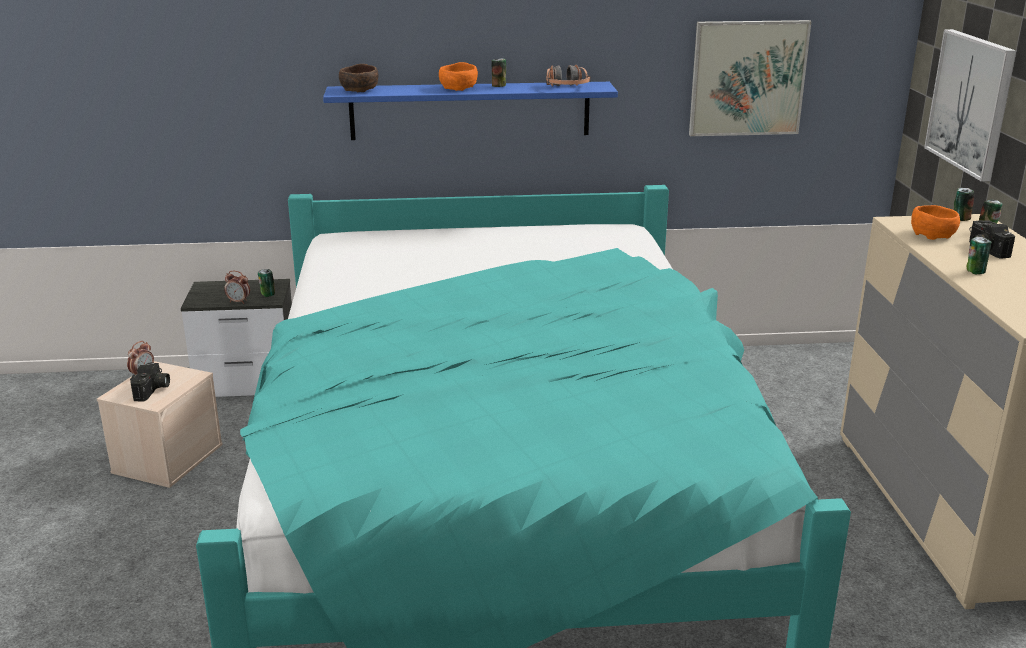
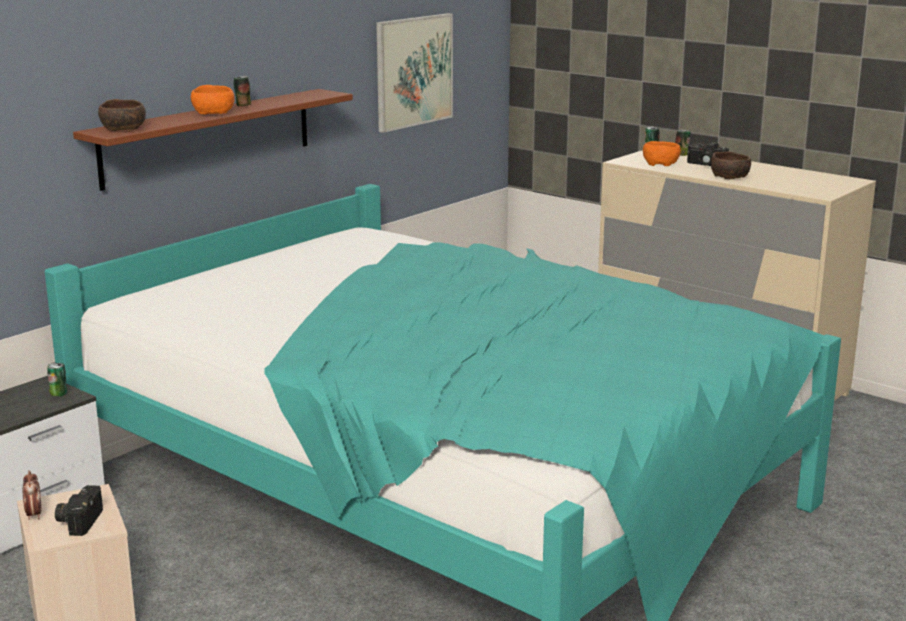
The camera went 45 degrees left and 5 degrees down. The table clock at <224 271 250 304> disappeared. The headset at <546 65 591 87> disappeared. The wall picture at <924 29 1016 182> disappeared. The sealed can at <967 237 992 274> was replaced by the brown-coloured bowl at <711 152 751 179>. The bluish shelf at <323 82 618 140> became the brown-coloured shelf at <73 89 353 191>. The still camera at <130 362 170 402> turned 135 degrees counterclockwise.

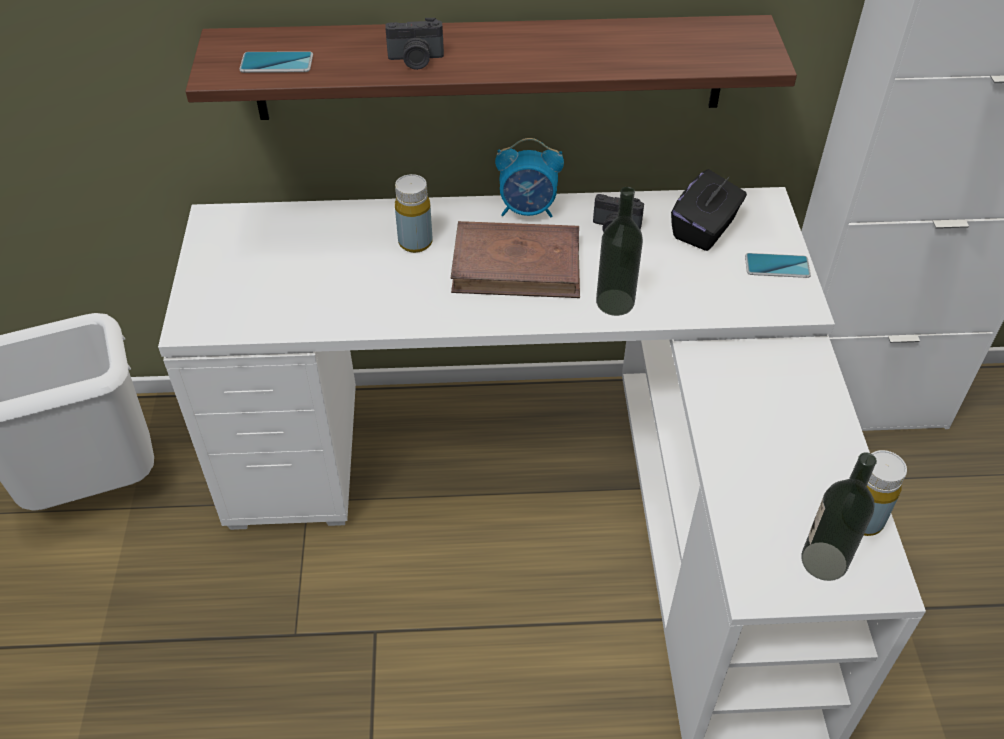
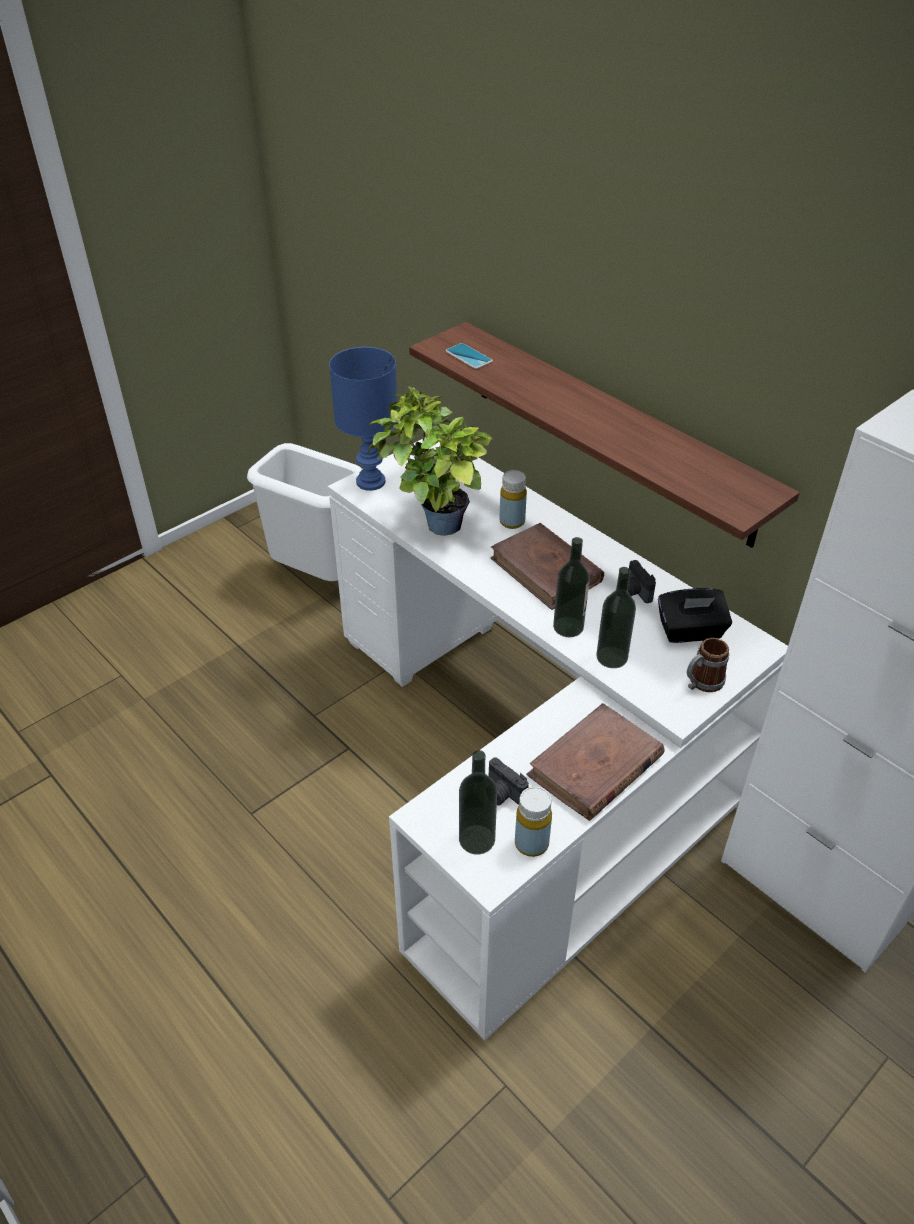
The camera went 50 degrees right and 5 degrees down. The table clock at <495 138 564 217> disappeared. The bluish table lamp at <329 347 397 491> appeared. The potted plant at <368 386 494 536> appeared. The brown-coloured bound book at <526 703 665 821> appeared. The bottle at <596 567 636 668> appeared. The still camera moved from <385 18 444 70> to <489 757 529 806>. The phone at <745 253 811 278> was replaced by the mug at <687 638 729 692>.

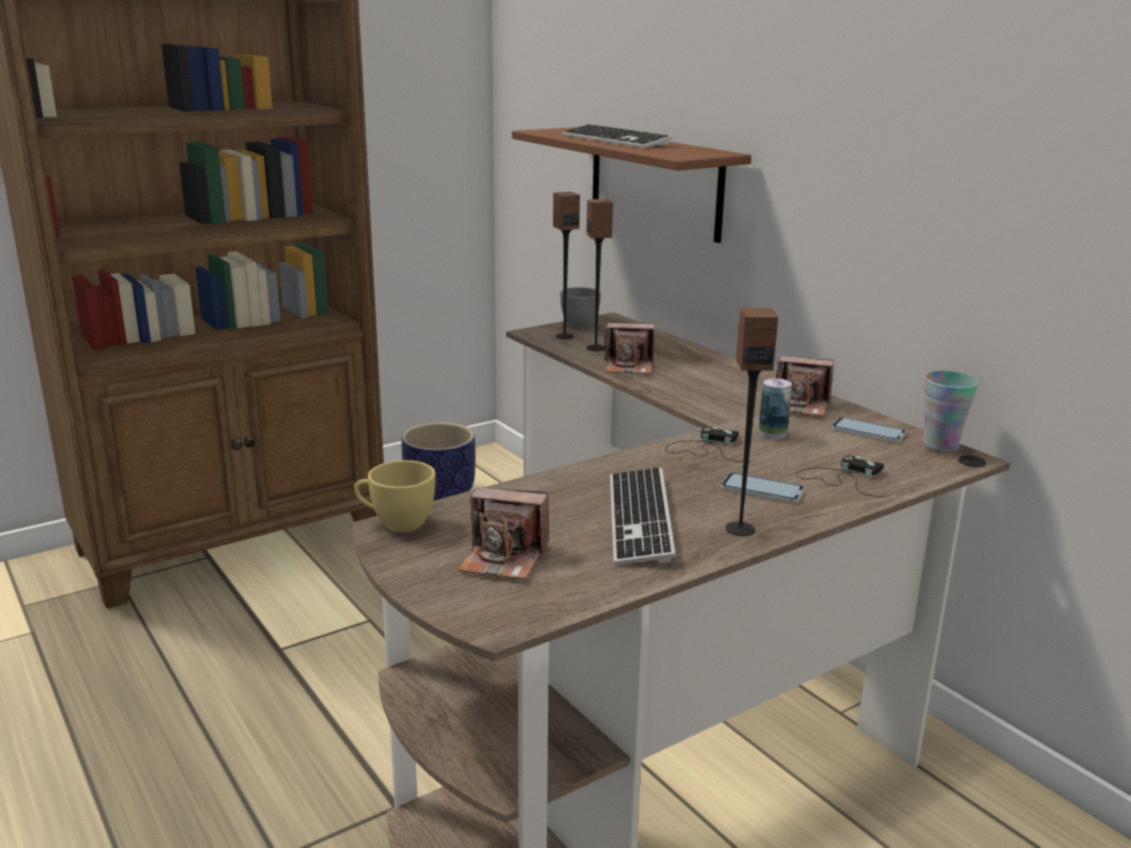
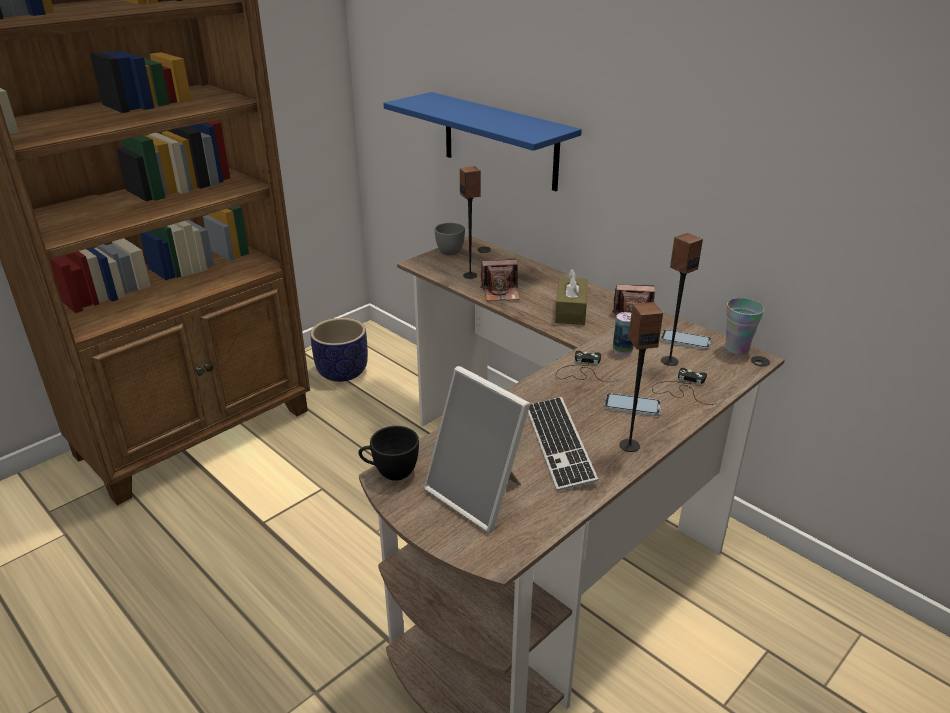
The camera went 10 degrees left and 10 degrees up. The PC keyboard at <562 124 672 148> disappeared. The brown-coloured tissue holder at <555 268 588 325> appeared. The loudspeaker moved from <553 192 580 339> to <661 233 703 366>. The still camera at <458 487 549 580> was replaced by the picture frame at <424 366 530 533>. The yellowish drinking cup at <354 460 435 532> became the black drinking cup at <358 426 419 481>. The brown-coloured shelf at <512 127 751 243> became the bluish shelf at <383 92 582 191>.

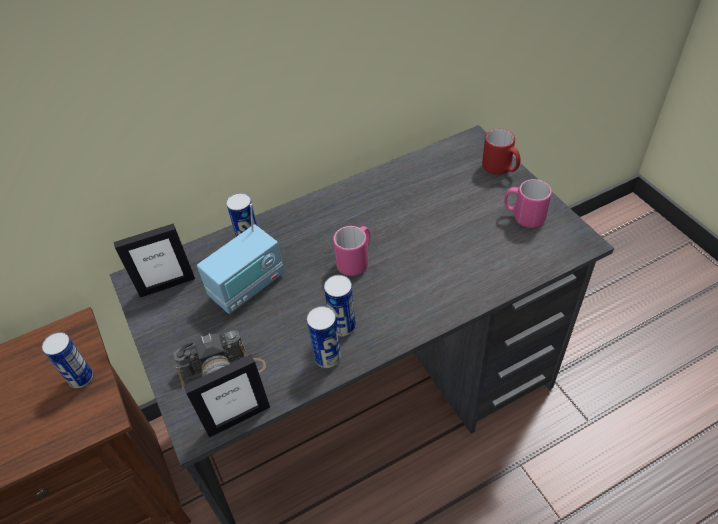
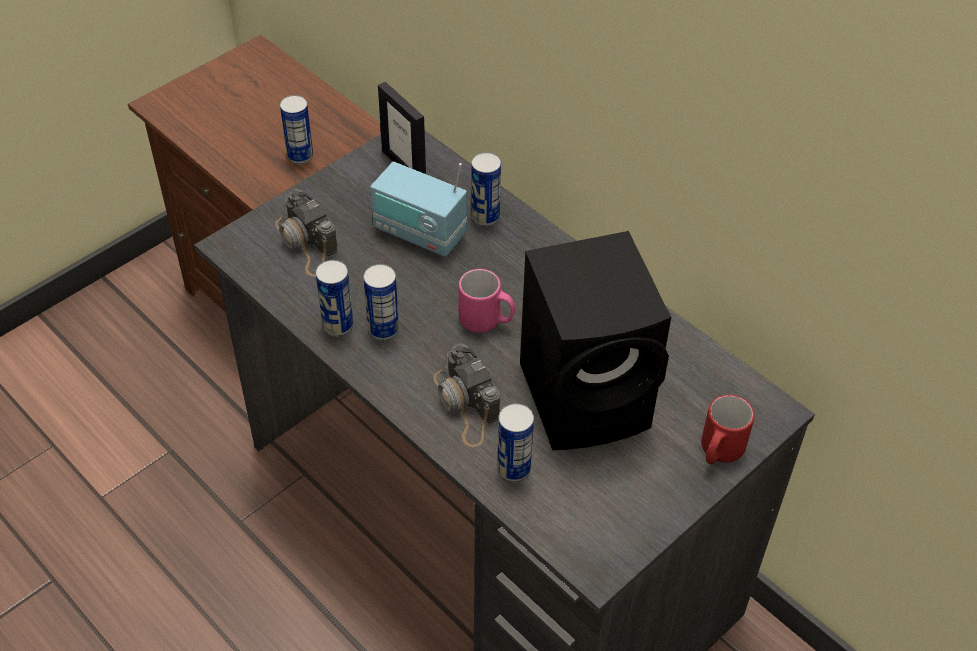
The camera went 70 degrees right and 0 degrees up. The picture frame at <183 354 270 437> disappeared. The pink mug at <504 179 552 228> disappeared. The still camera at <433 343 500 447> appeared. The sealed can at <497 403 534 482> appeared. The black loudspeaker at <520 231 671 450> appeared.

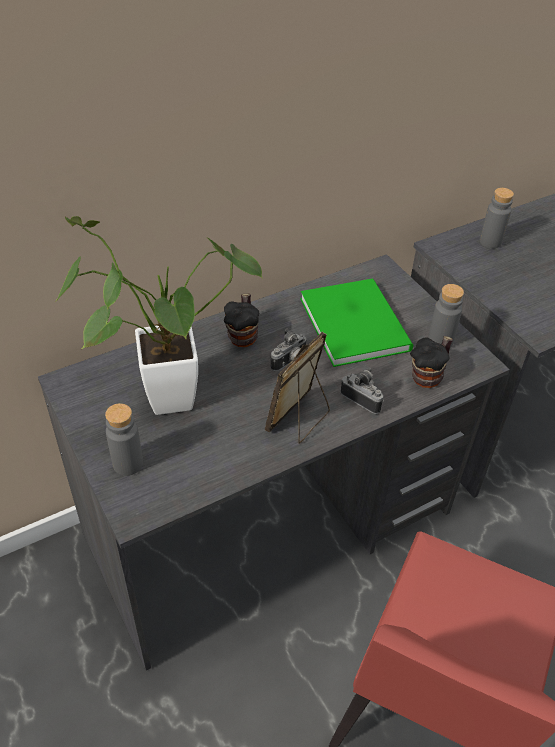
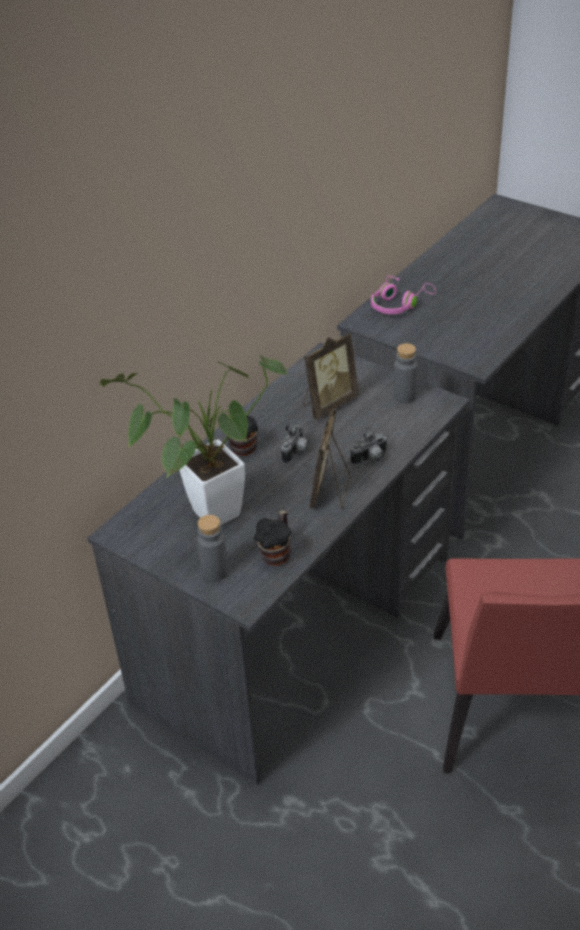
The camera went 20 degrees left and 5 degrees down. The mug moved from <410 336 453 388> to <254 510 291 566>. The green-coloured bound book at <300 278 413 367> was replaced by the picture frame at <303 332 359 420>. The greyish bottle at <480 188 514 248> was replaced by the pink headset at <371 276 436 314>. The still camera at <341 368 384 414> turned 135 degrees clockwise.

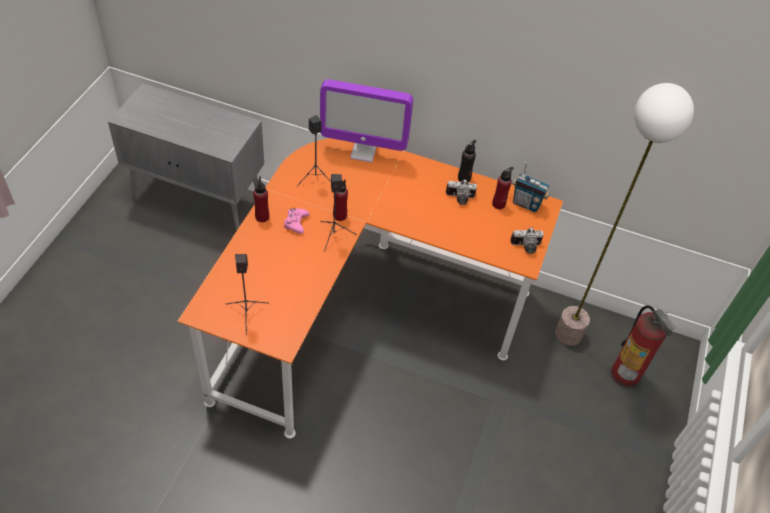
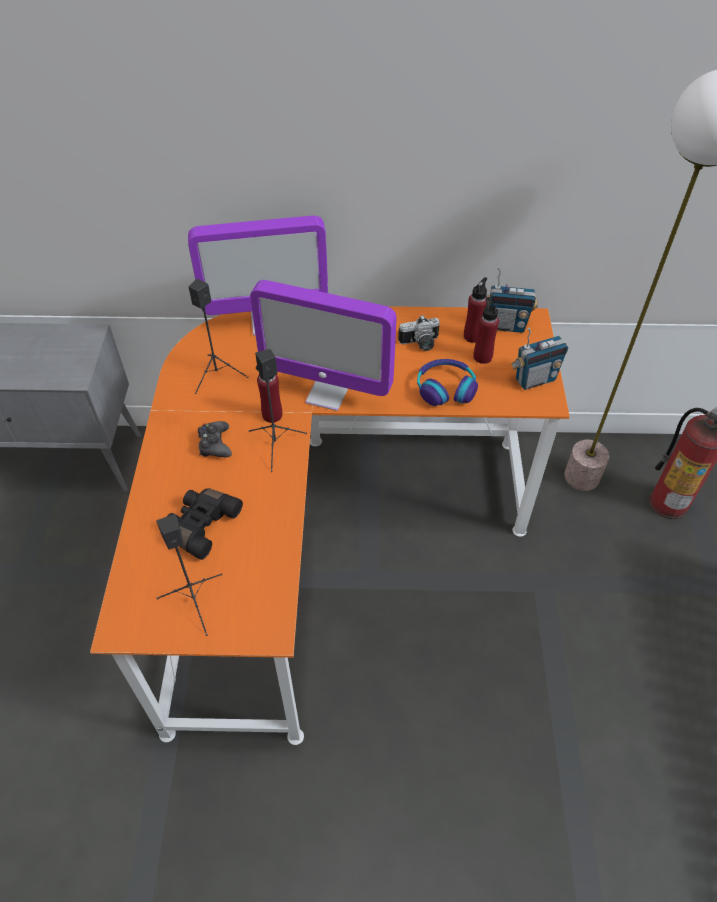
The camera went 15 degrees left and 0 degrees up. The black bottle at <458 140 476 182> disappeared. The black pair of binoculars at <166 488 243 560> appeared. The monitor at <250 280 396 411> appeared. The headset at <417 359 478 406> appeared. The red-coloured bottle moved from <253 177 269 222> to <473 297 499 364>. The still camera at <510 227 544 254> was replaced by the radio set at <511 328 568 390>. The pink game controller at <284 208 309 234> became the black game controller at <198 421 232 457>.

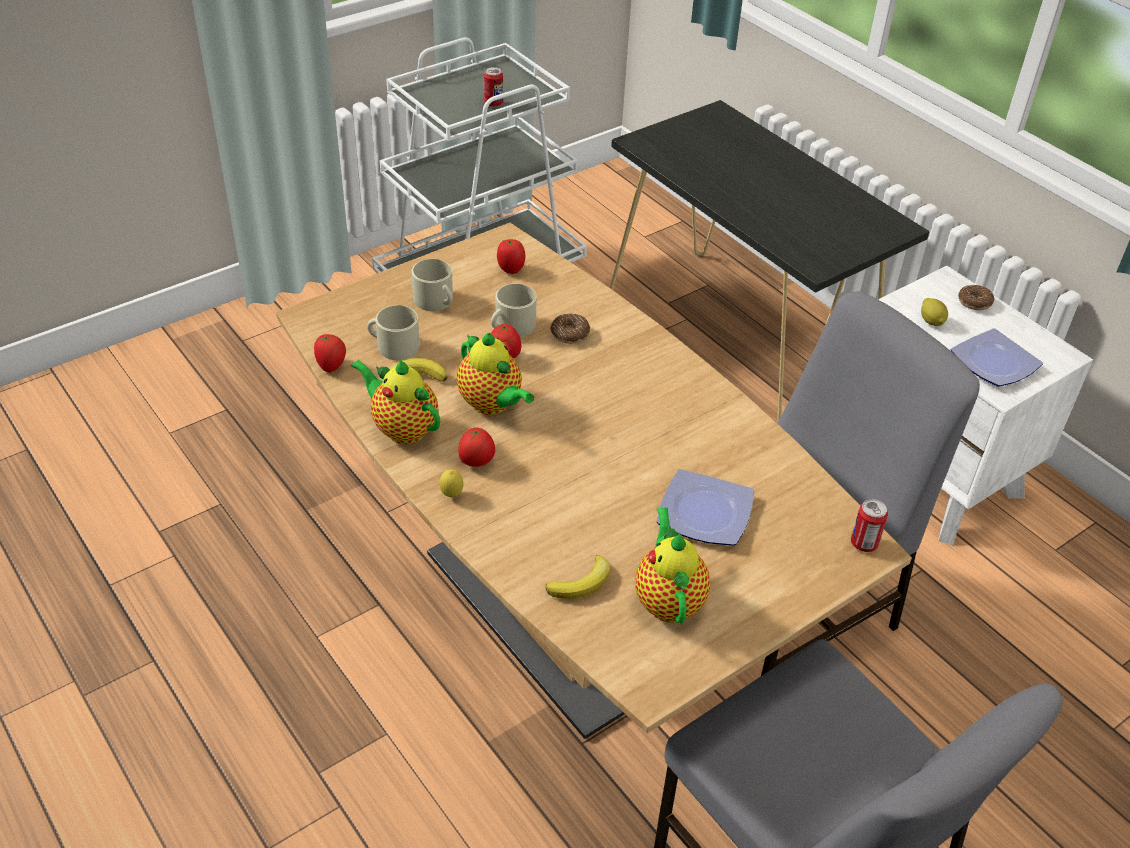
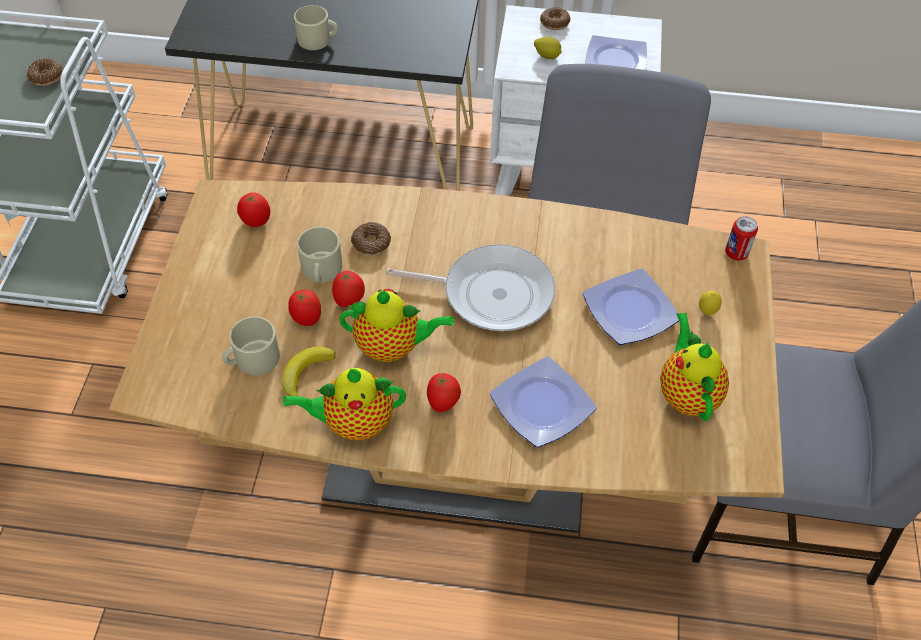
The camera went 45 degrees left and 10 degrees up. The banana at <546 555 611 599> disappeared. The frying pan at <386 244 555 331> appeared. The dinner plate at <490 356 597 448> appeared. The tomato moved from <314 334 346 372> to <288 290 321 326>. The beige mug moved from <411 259 453 311> to <294 5 338 50>. The whole lemon moved from <439 469 463 497> to <699 290 722 315>. The sealed can at <484 67 503 107> was replaced by the donut at <27 58 63 86>. The tea pot at <635 507 710 624> turned 45 degrees clockwise.

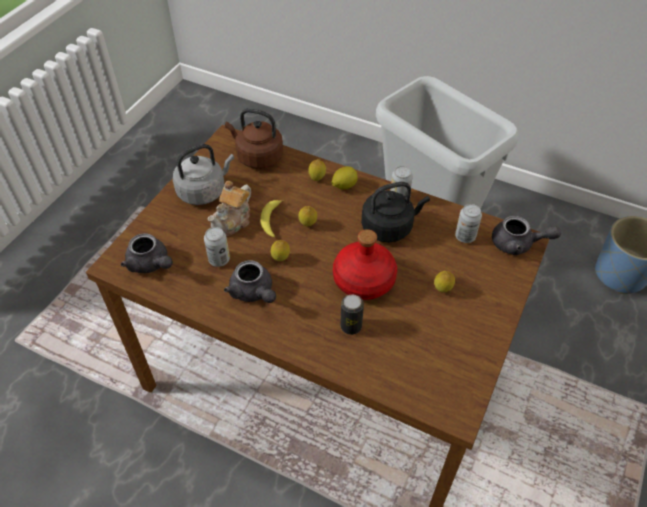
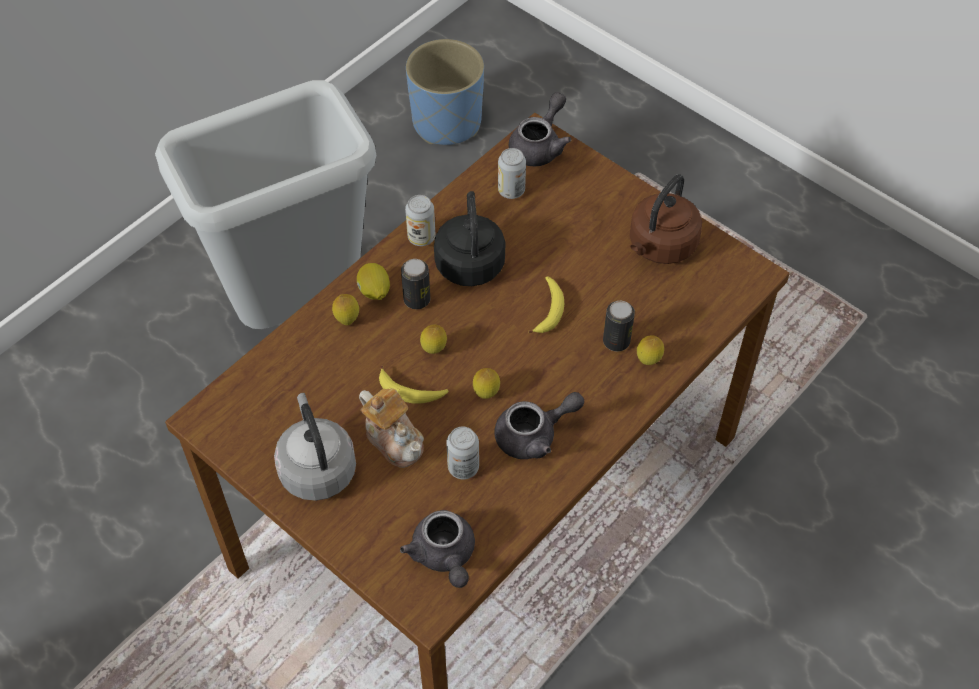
The camera went 75 degrees left and 5 degrees up. The sealed can at <401 259 430 309> appeared. The brown-coloured tea kettle moved from <225 108 283 169> to <630 174 702 264>. The whole lemon moved from <434 271 455 293> to <637 335 664 365>. The red-coloured bottle at <333 229 397 300> was replaced by the banana at <529 276 564 333>. The greyish tea pot at <121 233 173 273> turned 105 degrees clockwise.

